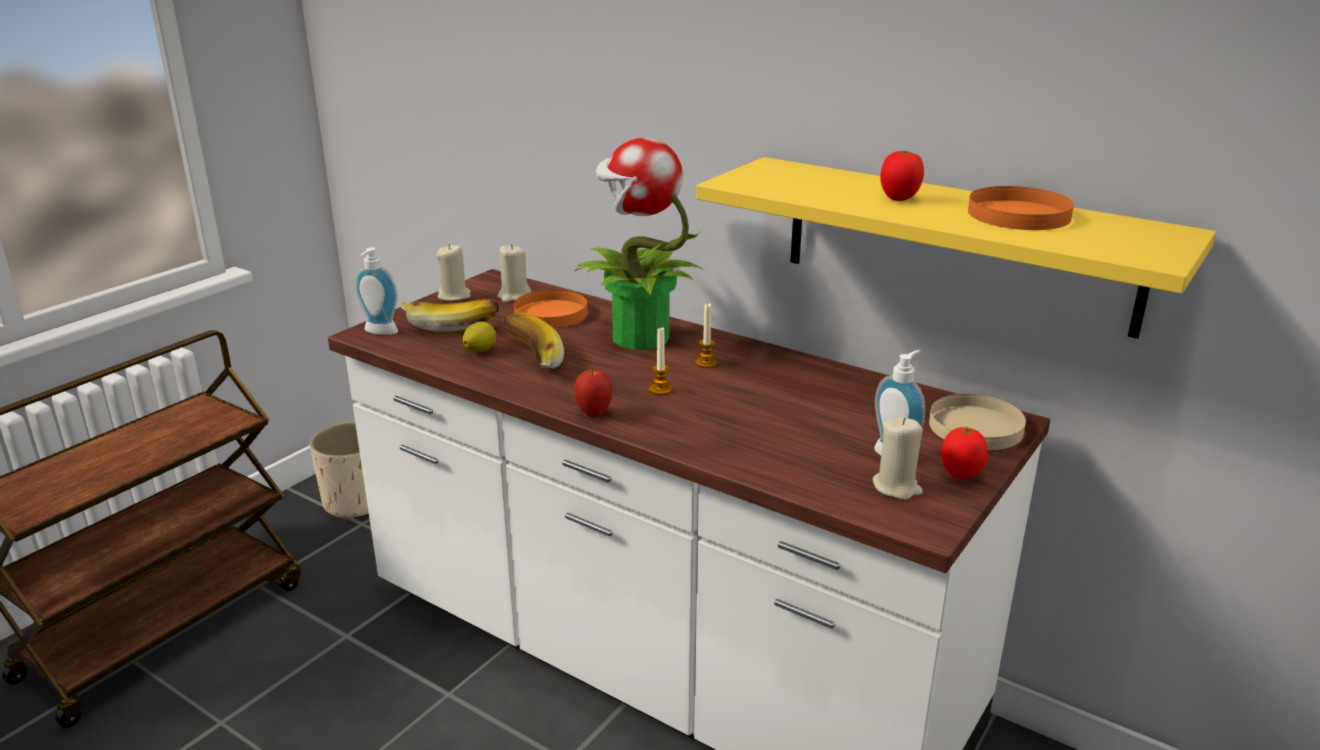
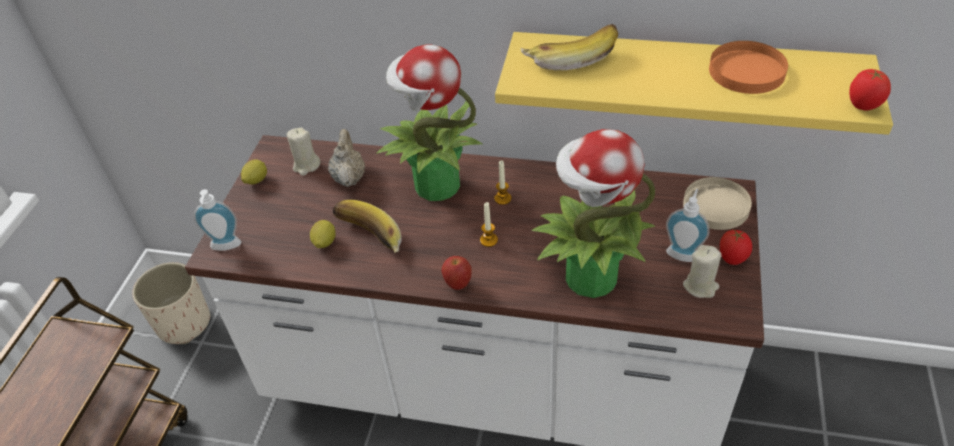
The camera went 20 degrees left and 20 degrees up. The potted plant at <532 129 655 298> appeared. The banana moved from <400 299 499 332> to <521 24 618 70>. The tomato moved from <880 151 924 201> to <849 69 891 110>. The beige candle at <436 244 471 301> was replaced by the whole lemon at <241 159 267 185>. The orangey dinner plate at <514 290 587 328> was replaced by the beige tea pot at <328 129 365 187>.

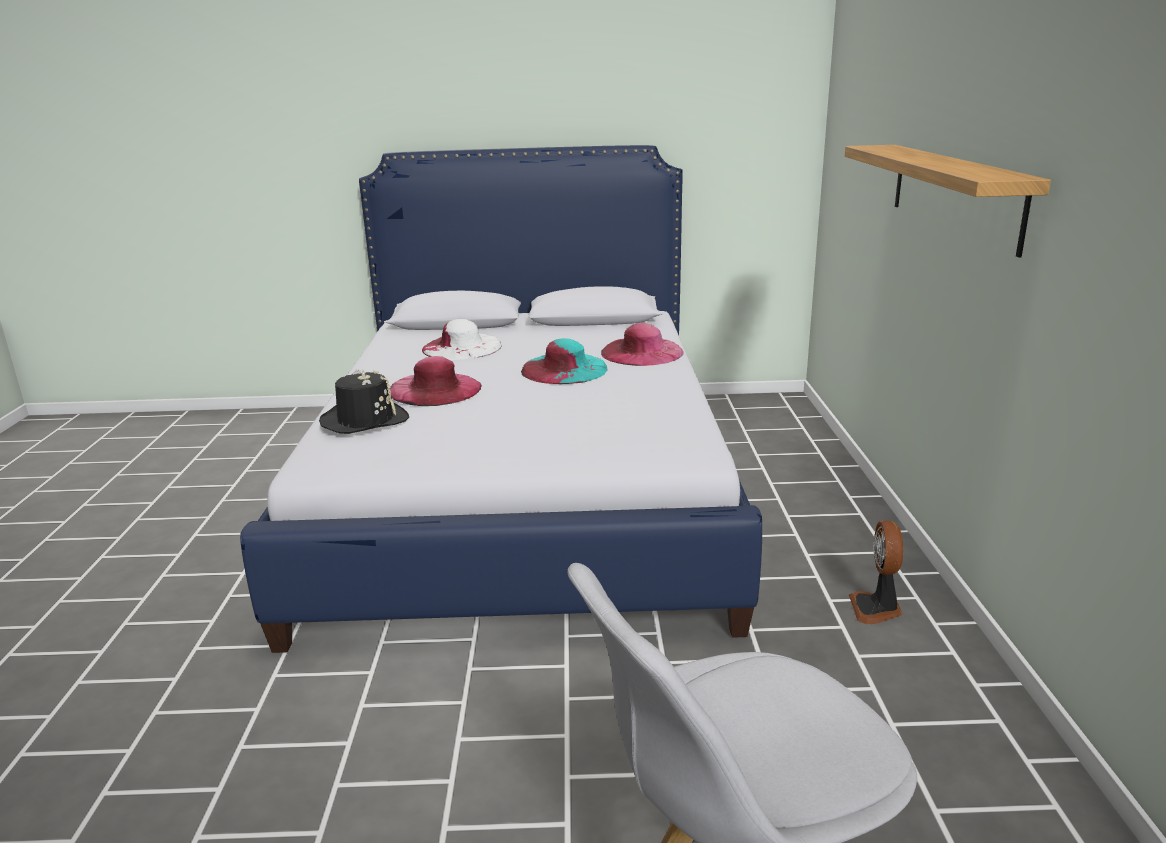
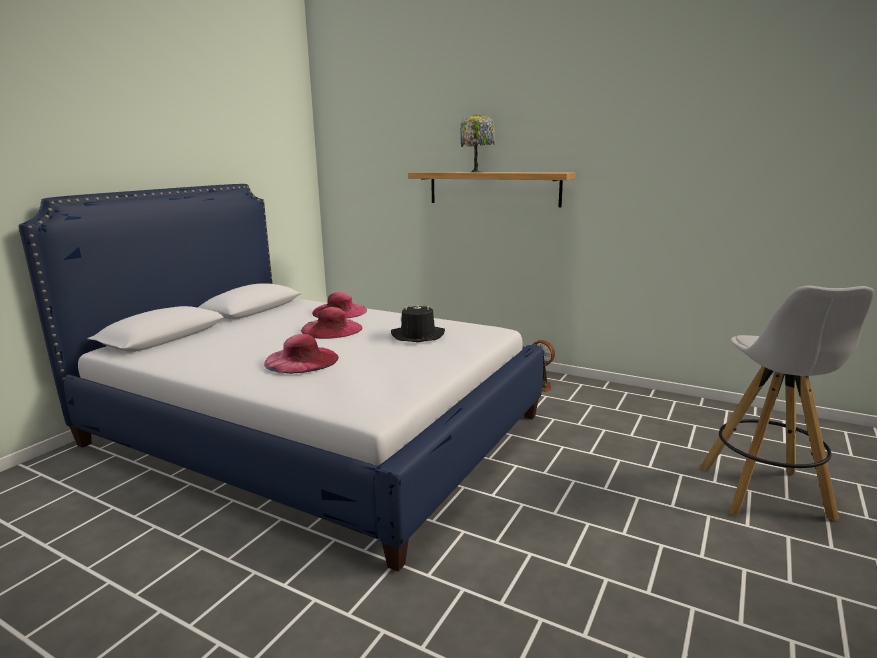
The camera went 60 degrees left and 5 degrees down. The white-coloured wearable hat at <422 319 502 360> disappeared. The table lamp at <460 114 495 173> appeared. The black wearable hat moved from <319 370 409 434> to <391 303 445 342>. The turquoise-coloured wearable hat at <521 338 608 384> became the pink wearable hat at <301 307 363 339>.

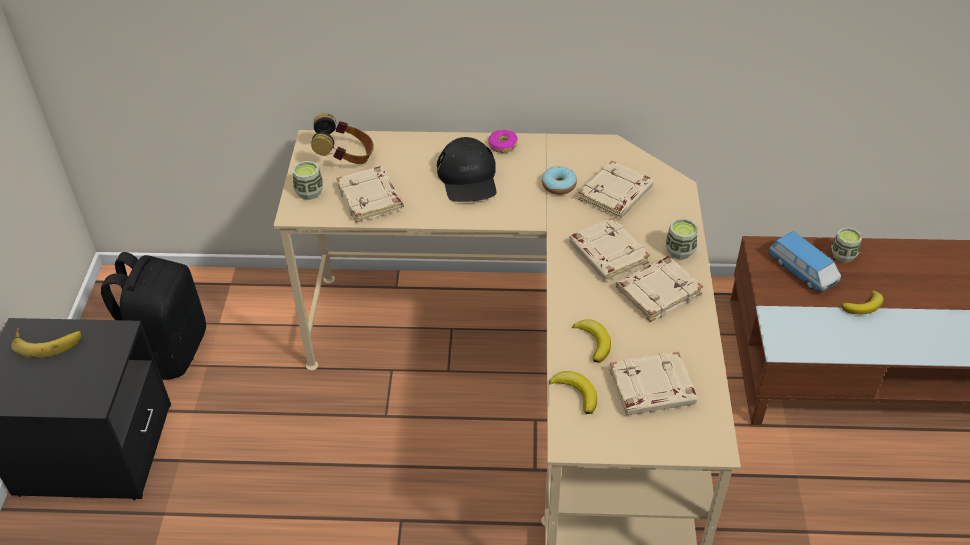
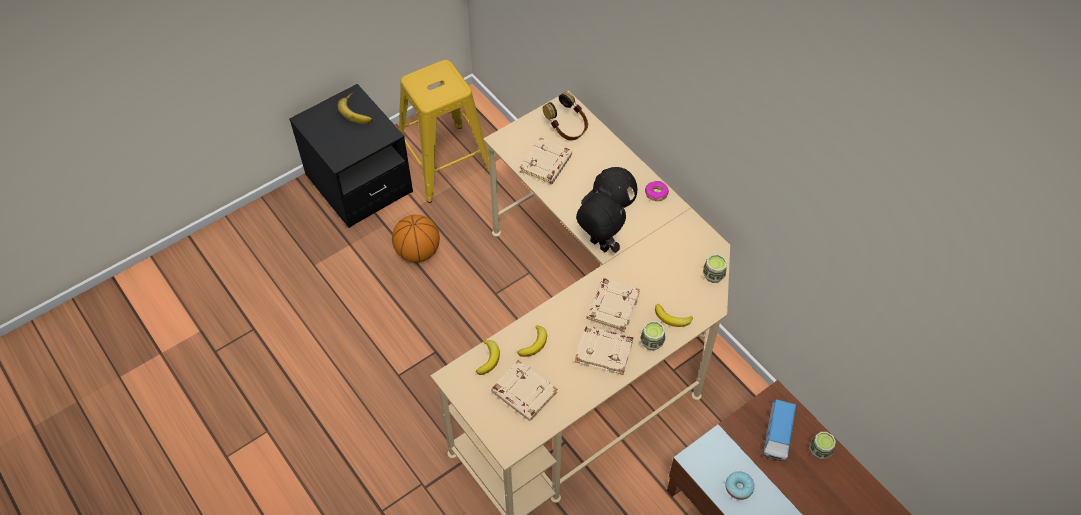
The camera went 50 degrees right and 10 degrees up. The beige bound book at <578 161 654 218> disappeared. The basketball at <392 215 440 262> appeared. The black cuddly toy at <576 189 626 253> appeared. The drinking cup moved from <293 161 323 200> to <703 254 727 283>. The donut moved from <542 166 577 195> to <725 471 754 500>. The banana moved from <842 291 883 314> to <655 304 693 327>. The black rucksack at <101 252 206 380> was replaced by the yellowish stool at <399 60 490 203>.

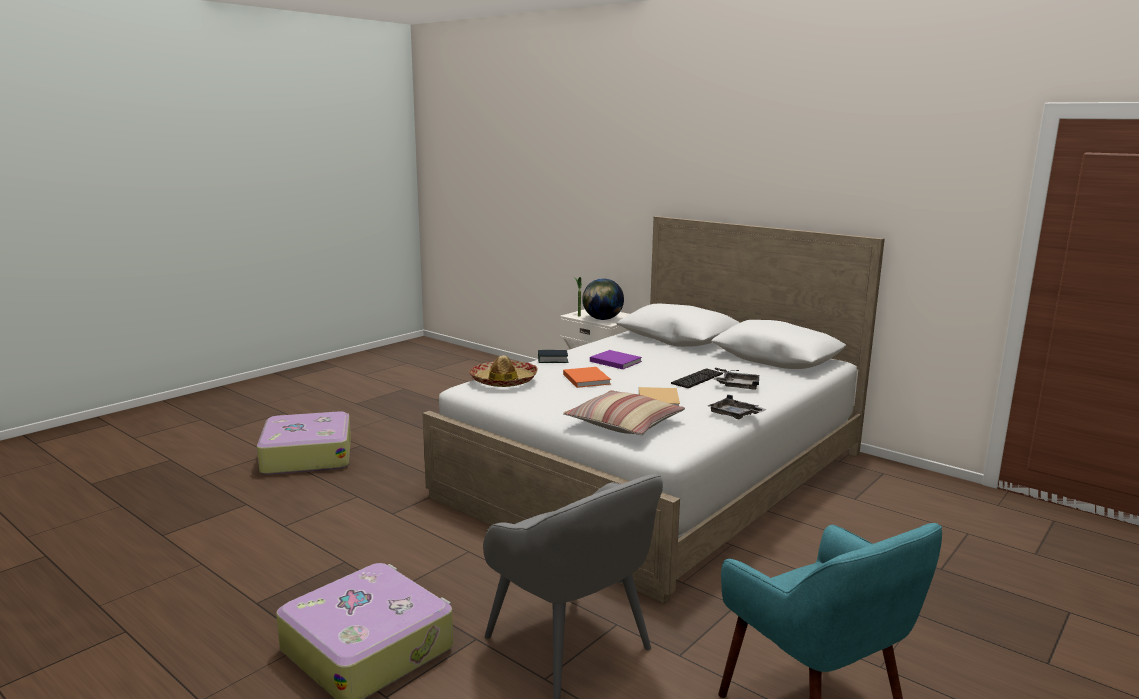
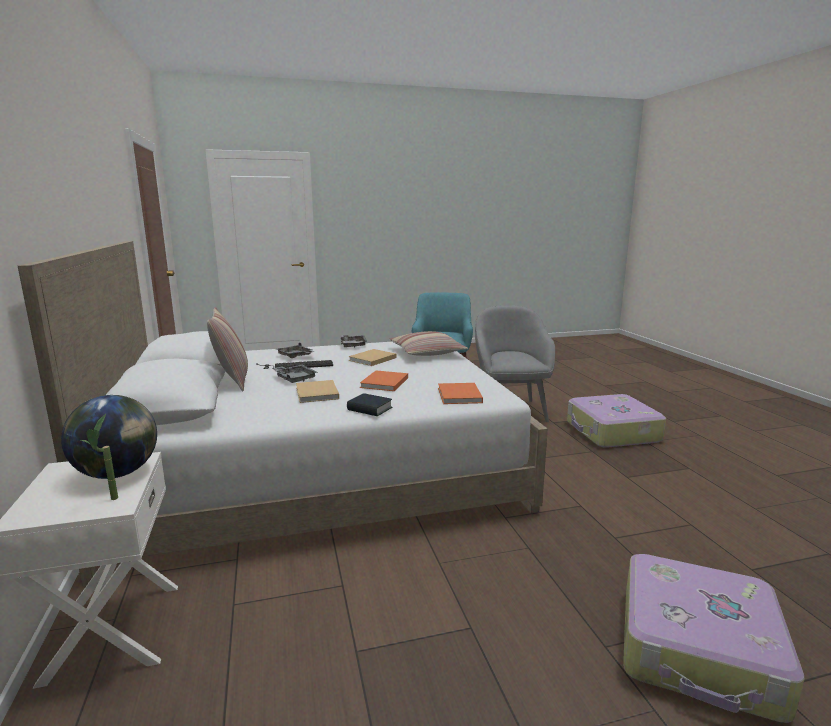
The camera went 145 degrees left and 0 degrees up. The pillow at <207 307 248 391> appeared. The greyish tray at <274 365 318 383> appeared. The wearable hat at <469 355 538 387> was replaced by the orangey bound book at <438 383 483 404>. The purple bound book at <590 350 642 369> became the beige bound book at <296 380 339 403>.

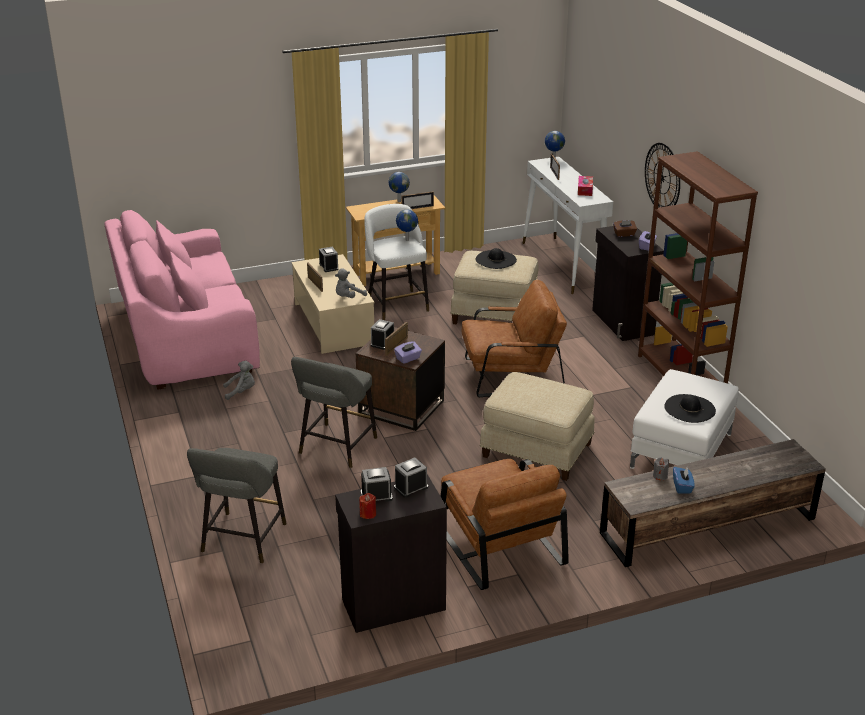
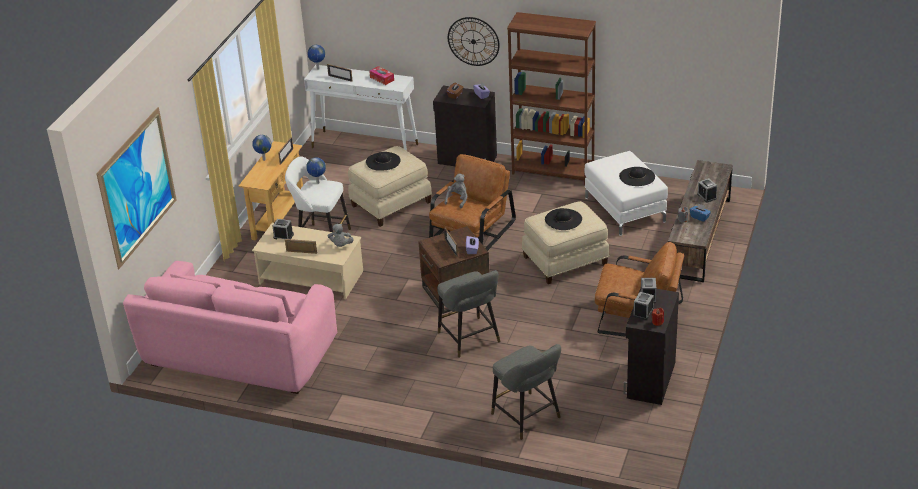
The camera went 50 degrees left and 5 degrees up. The wall picture at <96 107 176 270> appeared. The black wearable hat at <545 208 582 230> appeared. The greyish cuddly toy moved from <223 361 255 400> to <445 174 468 208>. The table clock moved from <371 319 394 350> to <697 178 717 203>.

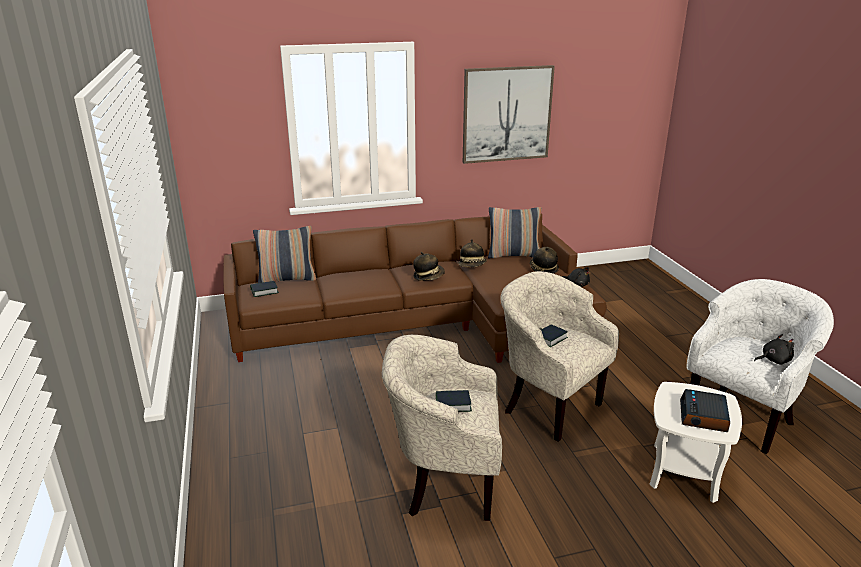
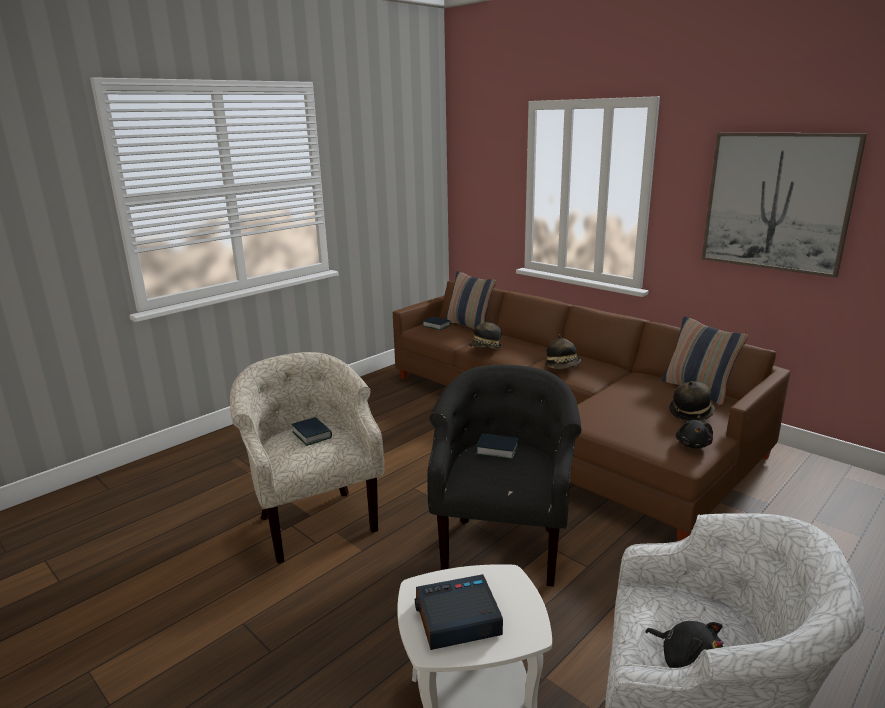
The camera went 60 degrees right and 5 degrees down. The wearable hat moved from <458 239 487 267> to <469 319 503 349>. The beige easy chair at <501 271 619 442> became the black easy chair at <427 365 581 587>.

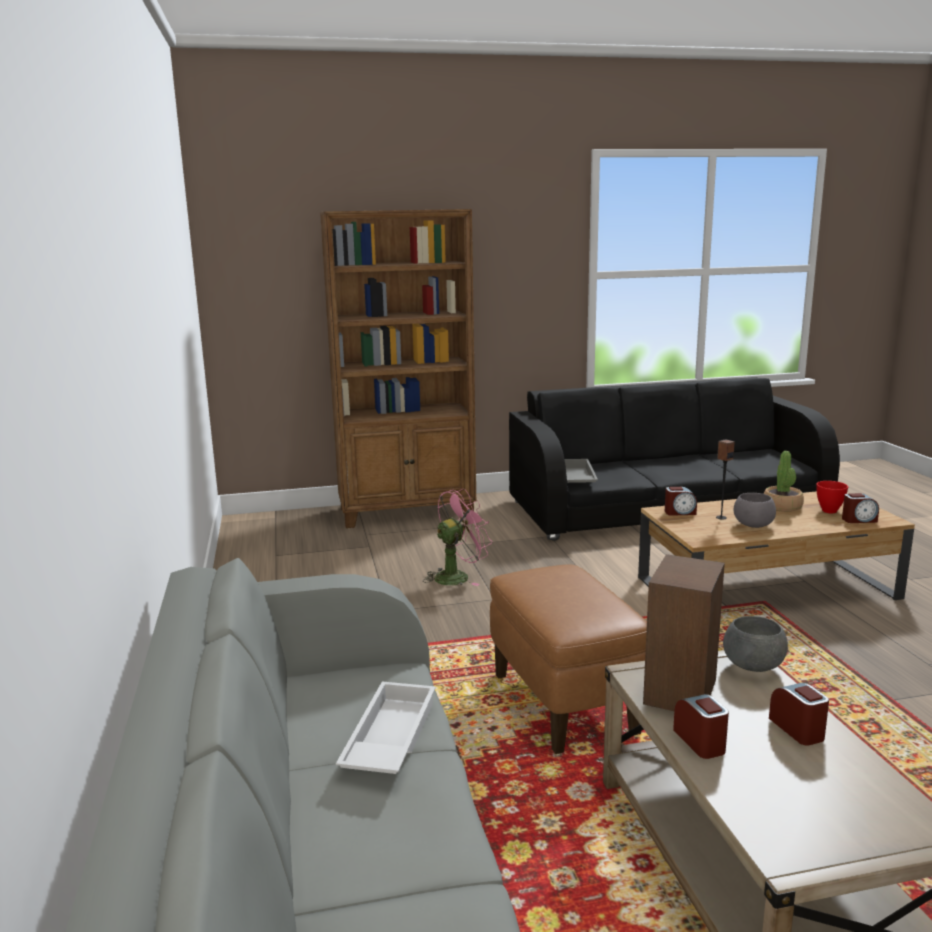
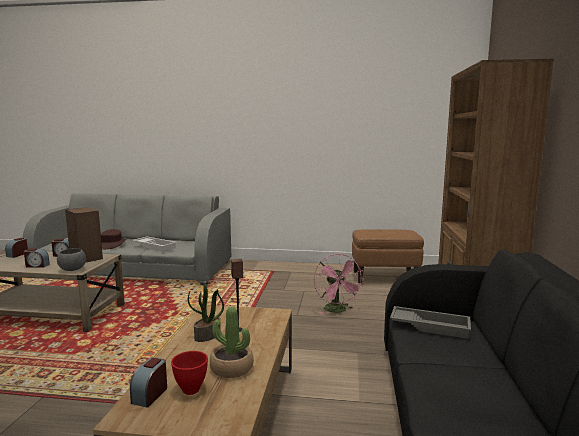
The camera went 110 degrees right and 5 degrees down. The brown-coloured wearable hat at <101 229 126 249> appeared. The brown-coloured footrest moved from <490 565 647 754> to <352 229 424 283>. The table clock moved from <665 487 697 516> to <5 238 28 258>. The greyish bowl at <734 493 776 528> was replaced by the potted plant at <188 283 224 342>.

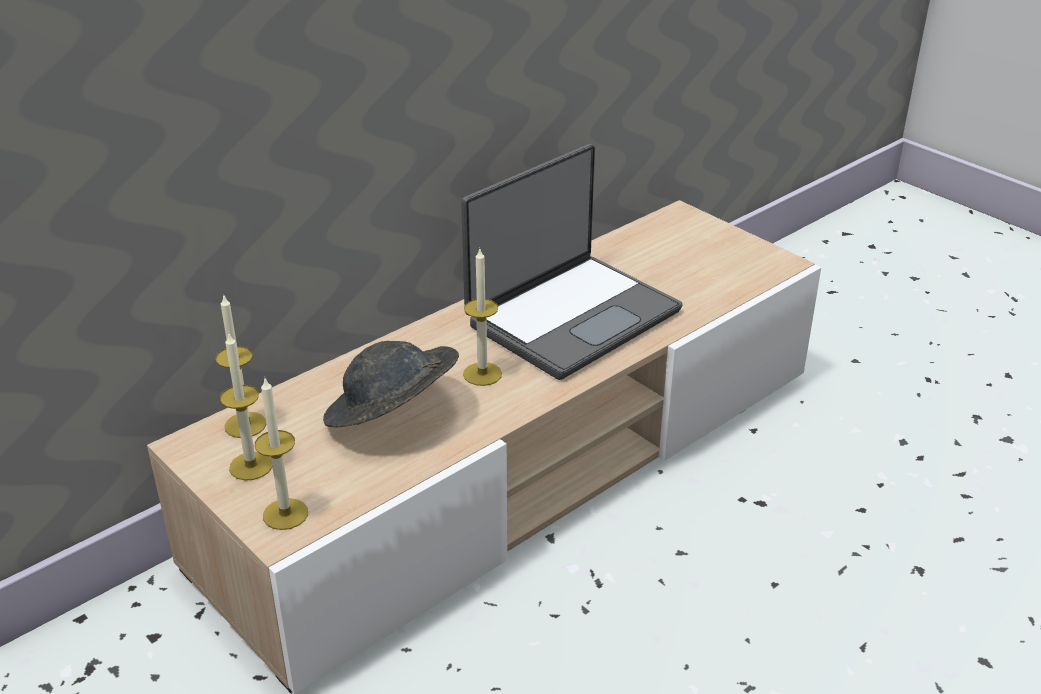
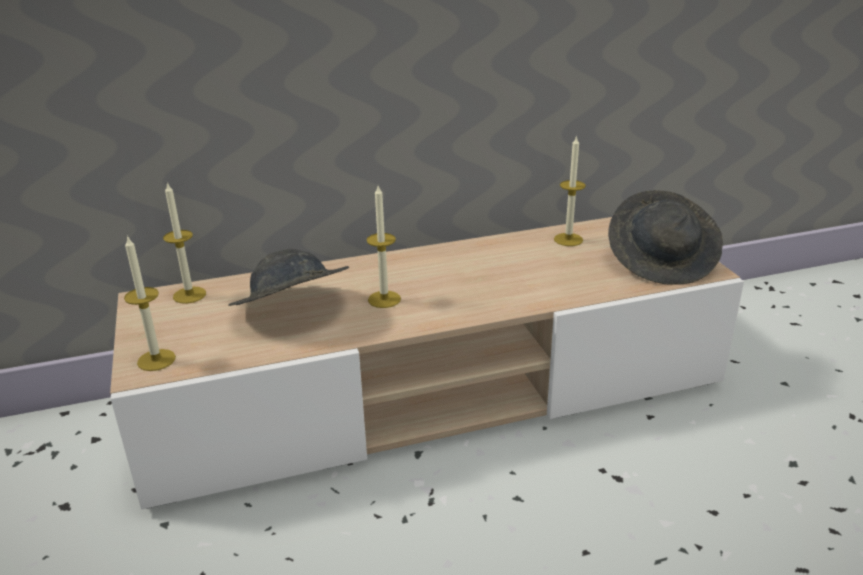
The camera went 25 degrees right and 5 degrees down. The notebook computer at <461 144 683 380> disappeared. The greyish wearable hat at <608 190 723 285> appeared. The candle moved from <220 334 272 480> to <554 135 586 246>.

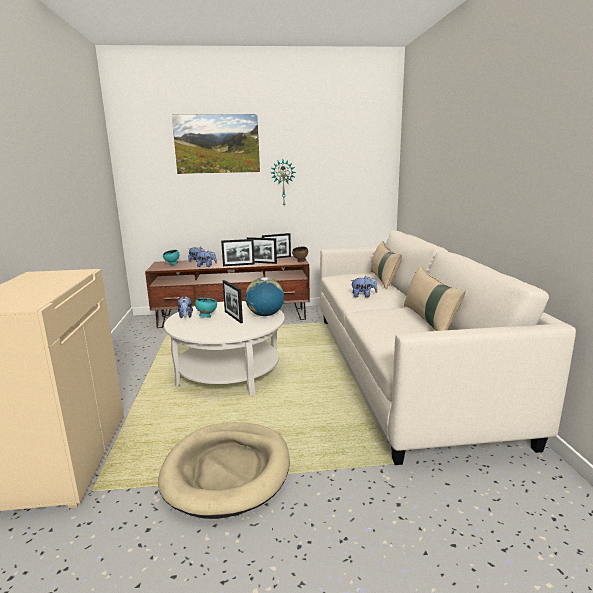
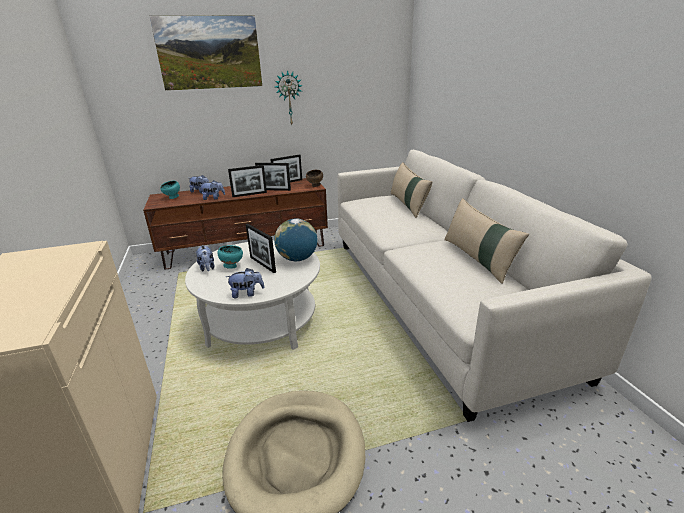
The camera went 10 degrees left and 10 degrees up. The cuddly toy moved from <350 276 377 297> to <226 268 265 298>.

